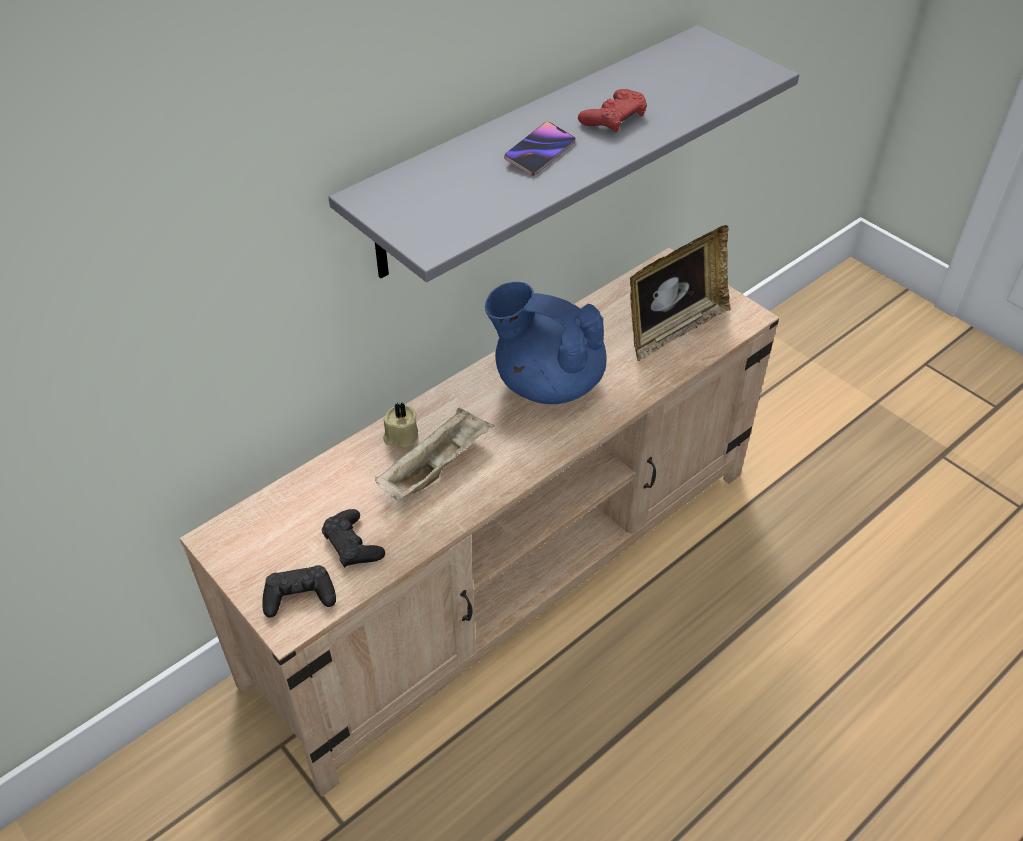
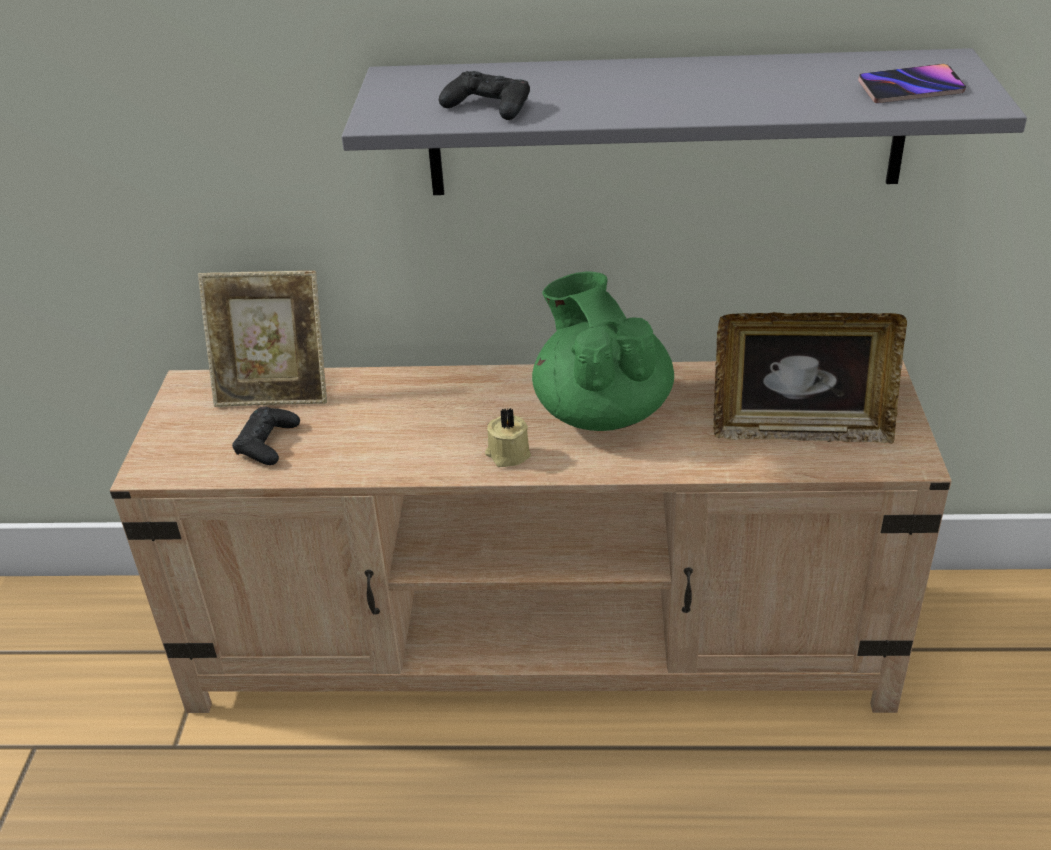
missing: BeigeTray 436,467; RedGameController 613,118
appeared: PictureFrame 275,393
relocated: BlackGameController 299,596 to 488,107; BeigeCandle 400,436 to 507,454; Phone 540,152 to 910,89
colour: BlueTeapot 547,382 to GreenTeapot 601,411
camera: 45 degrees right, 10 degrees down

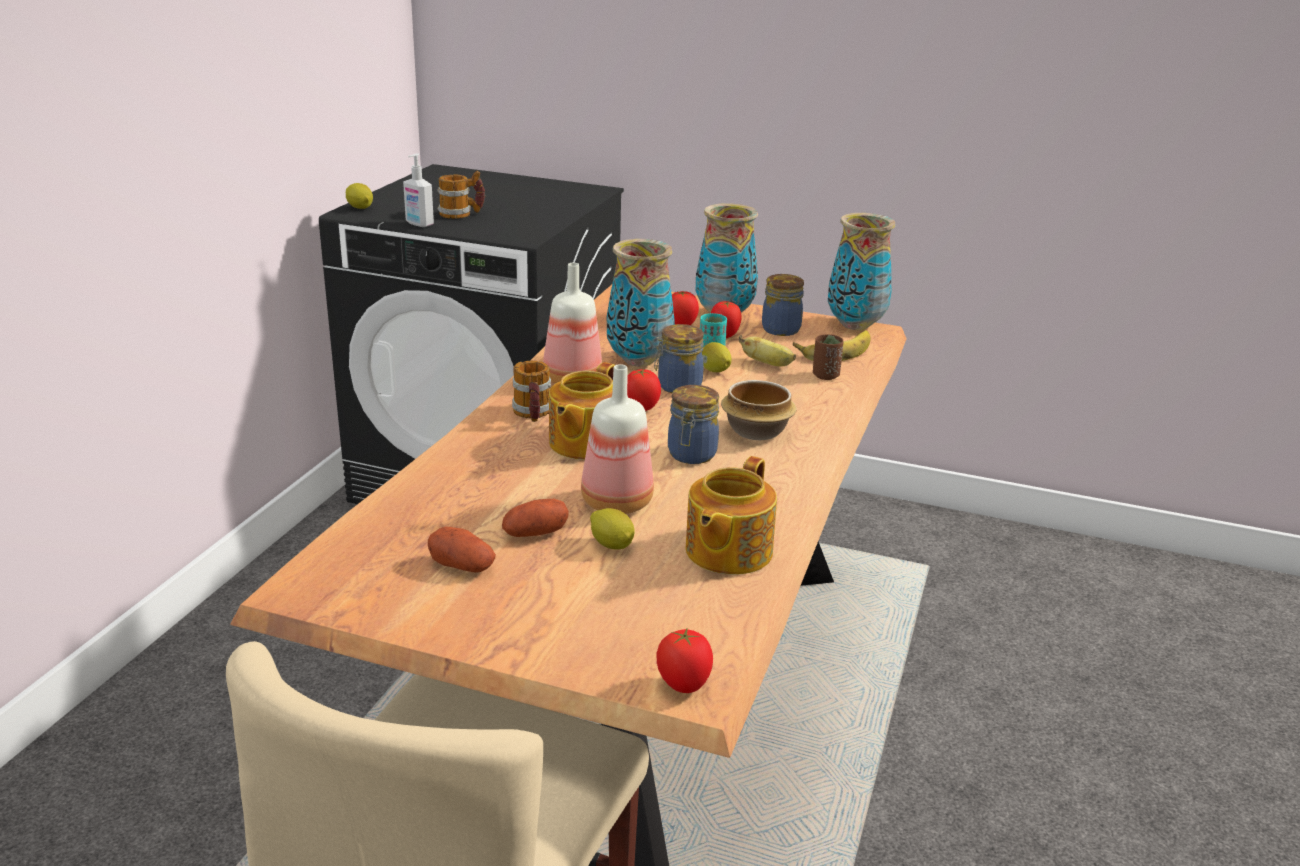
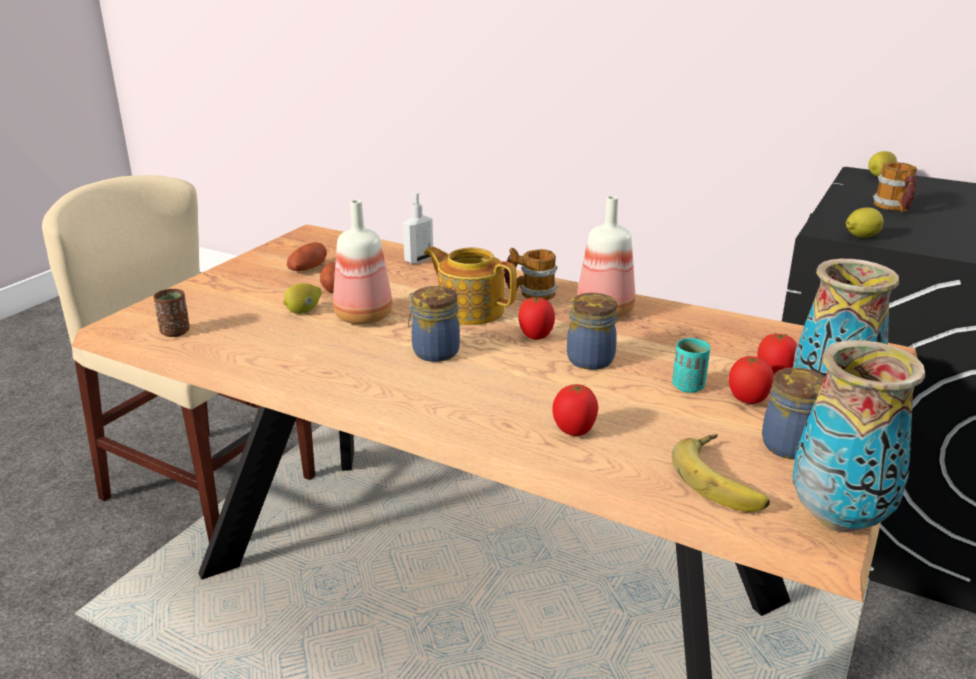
missing: Vase 638,361; Teapot 726,551; Bowl 754,431; Banana 768,364
relocated: SoapDispenser 419,224 to 418,260; Tomato 684,686 to 574,432; Lemon 715,371 to 861,237; BrownCup 825,375 to 175,332
camera: 100 degrees right, 0 degrees up

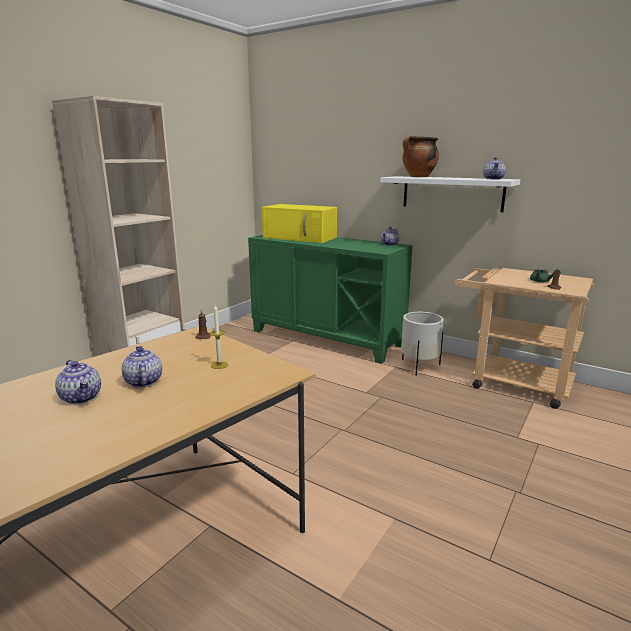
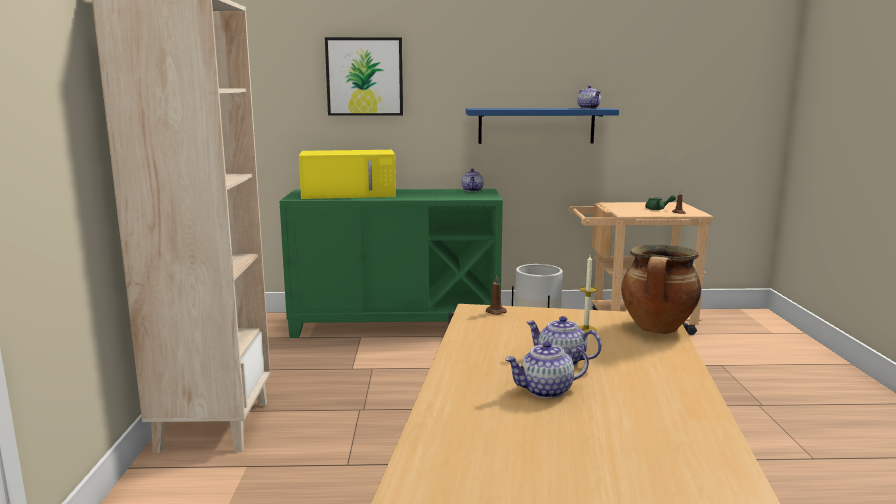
appeared: Picture 364,77
relocated: CookingPot 418,177 to 657,329
colour: WhiteShelf 452,193 to BlueShelf 536,125
spun: Teapot 82,397 = 546,391 150 degrees clockwise
camera: 35 degrees left, 5 degrees down

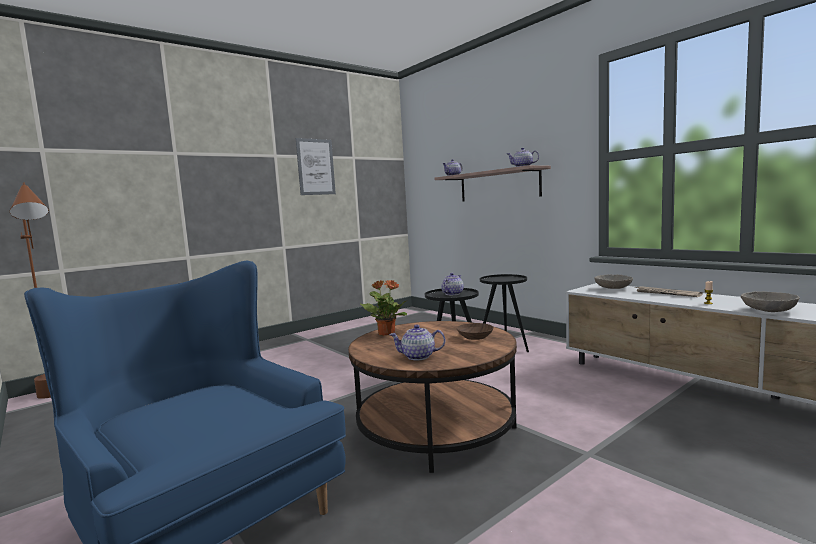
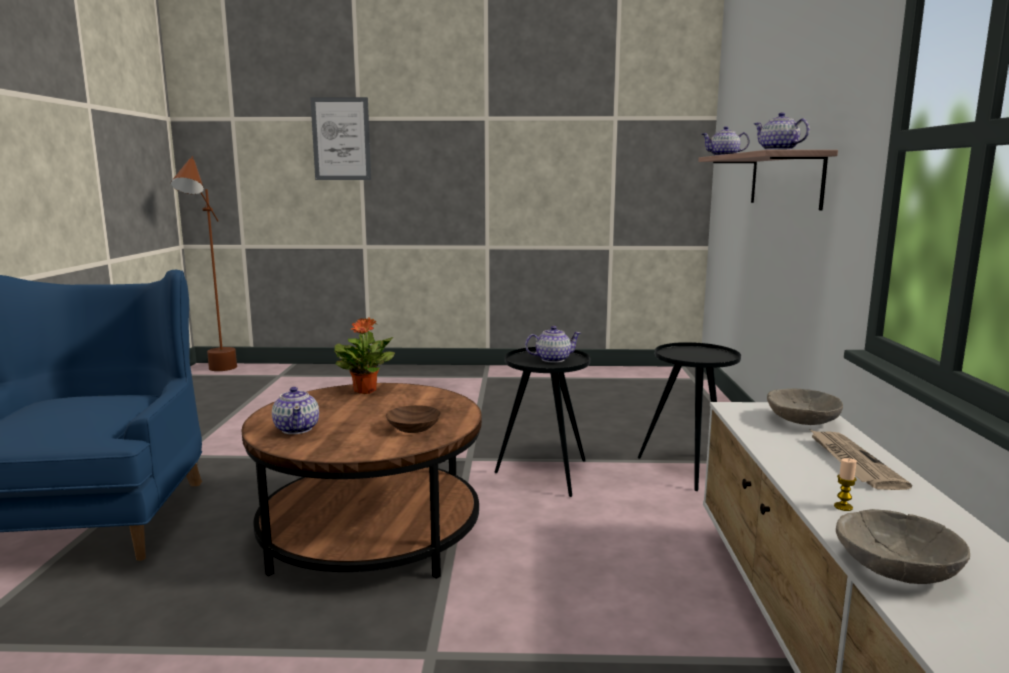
relocated: Picture 315,167 to 341,139
spun: Teapot 418,356 = 297,428 150 degrees counterclockwise
camera: 40 degrees right, 5 degrees up

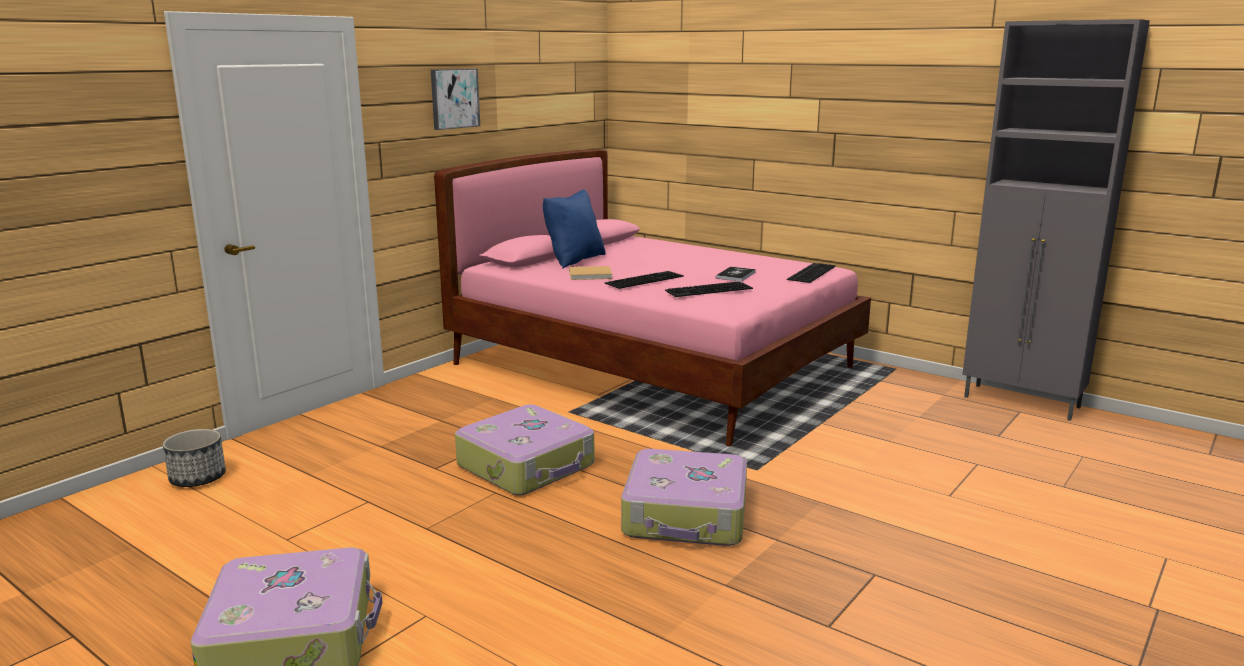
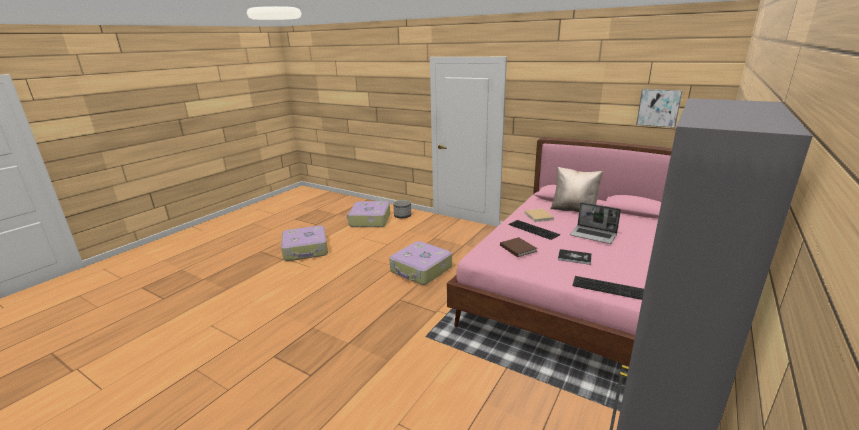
appeared: Laptop 594,235
relocated: Picture 454,98 to 658,107; Suitcase 686,515 to 369,220
exchanged: Keyboard 709,290 to BrownBook 517,248
colour: BluePillow 574,260 to BeigePillow 573,210
camera: 85 degrees right, 5 degrees up

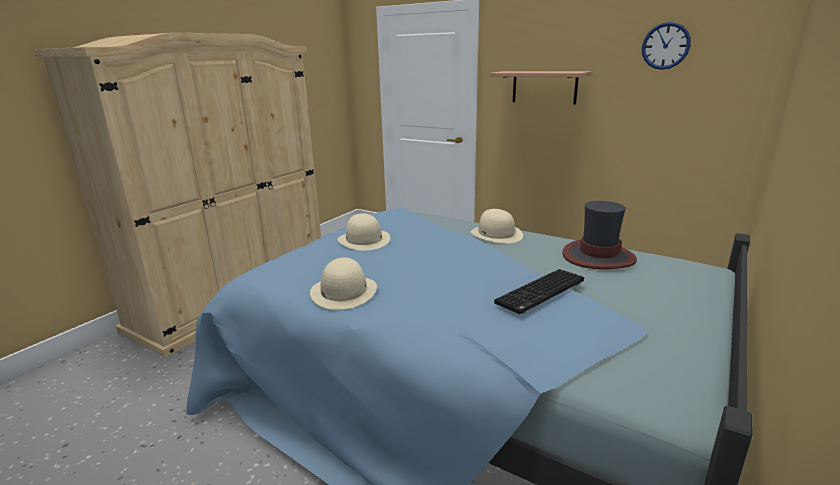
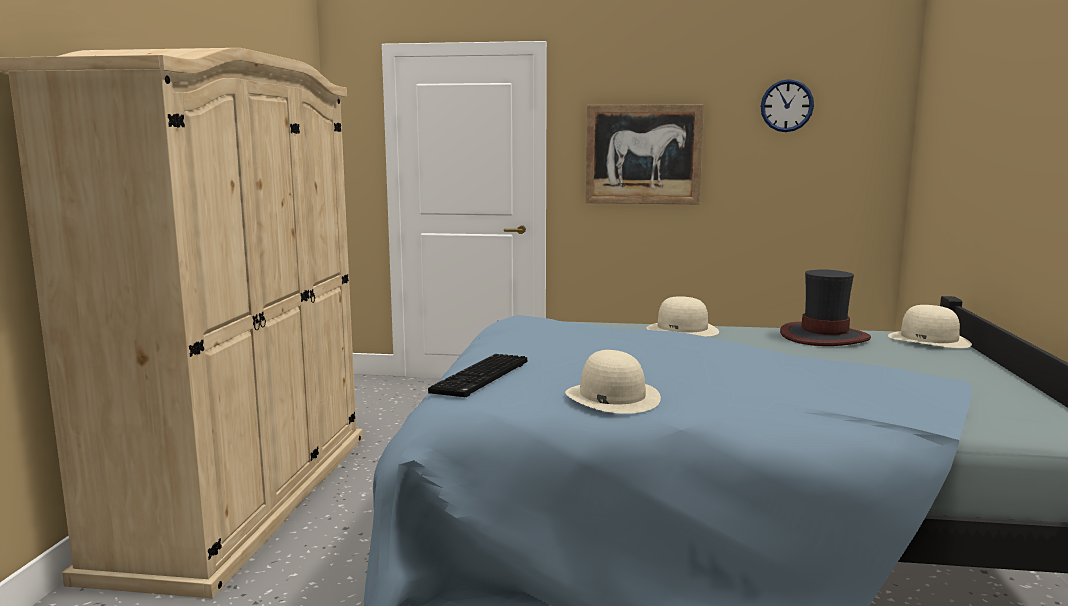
relocated: BeigeHat 364,240 to 929,340; Keyboard 541,293 to 482,378
exchanged: Shelf 544,87 to Picture 643,154
camera: 25 degrees left, 10 degrees down

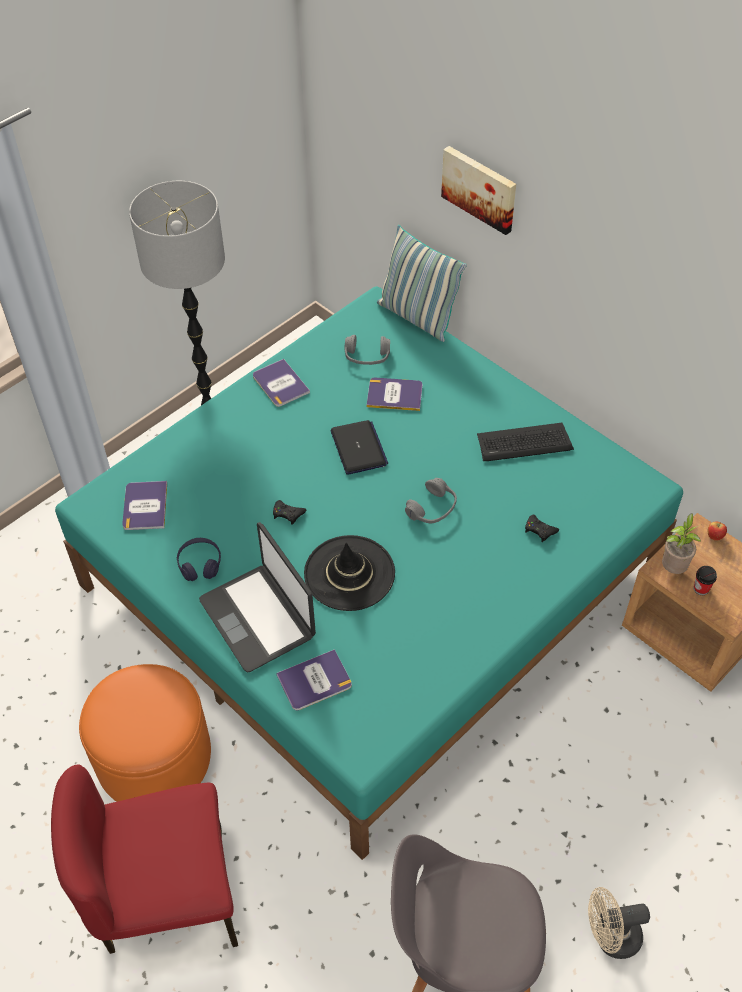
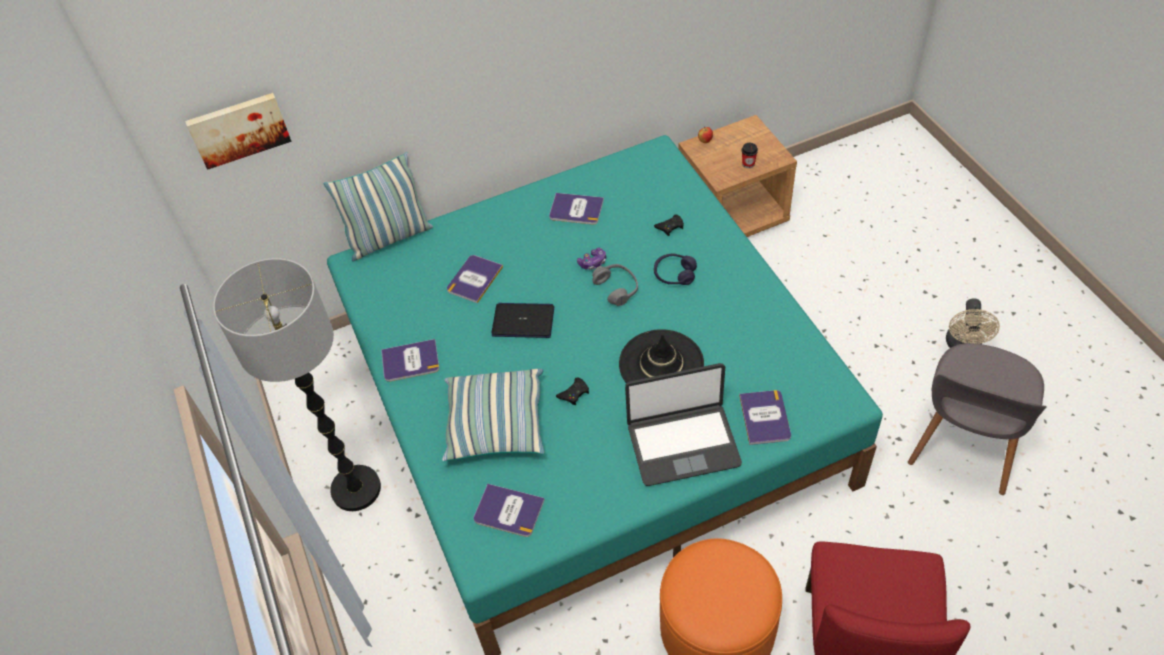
missing: GreyHeadphones 367,357; PottedPlant 673,568
appeared: Pillow 496,425; GameController 593,262
relocated: PurpleHeadphones 200,564 to 674,274; Picture 480,188 to 238,129
exchanged: Keyboard 524,443 to Book 576,209
camera: 65 degrees left, 0 degrees up

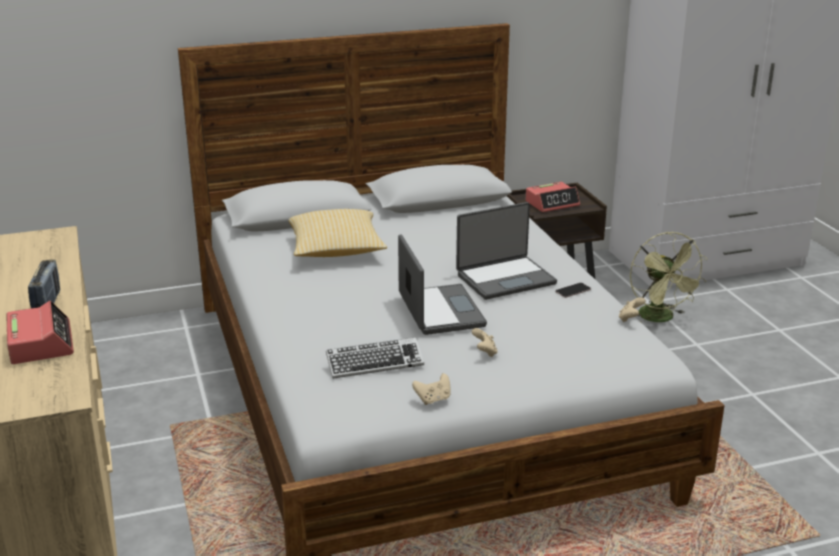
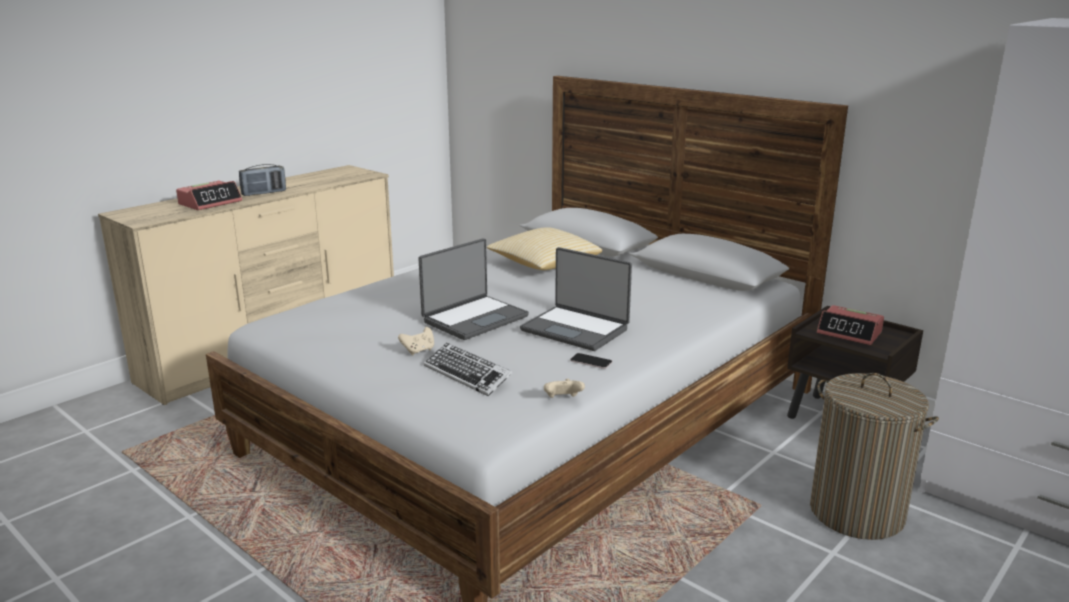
missing: BeigeGameController 433,399
relocated: Keyboard 374,363 to 467,375
exchanged: GreenFan 661,318 to LaundryBasket 857,512
camera: 60 degrees right, 5 degrees down

